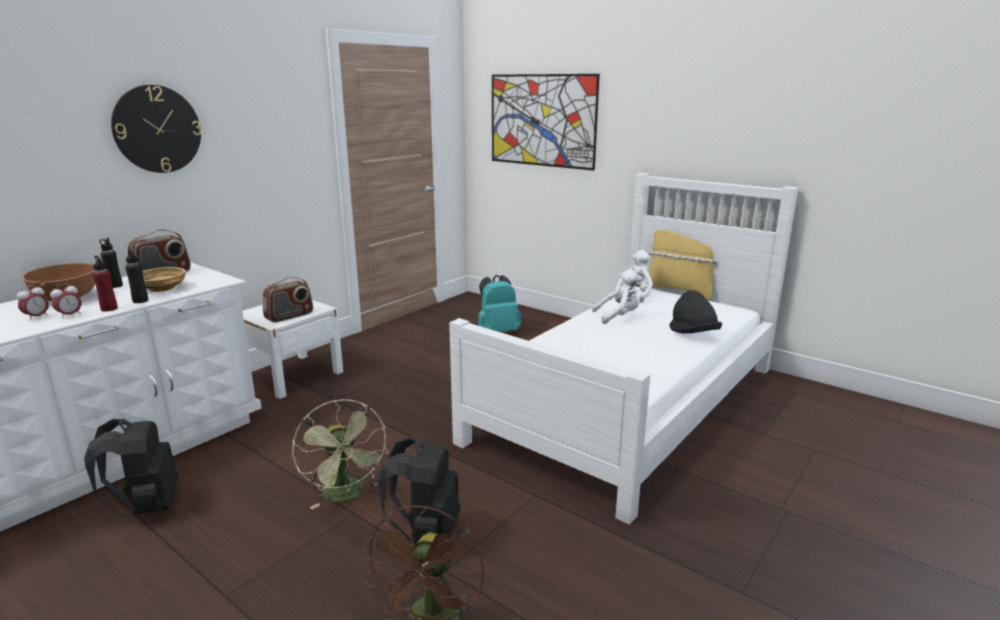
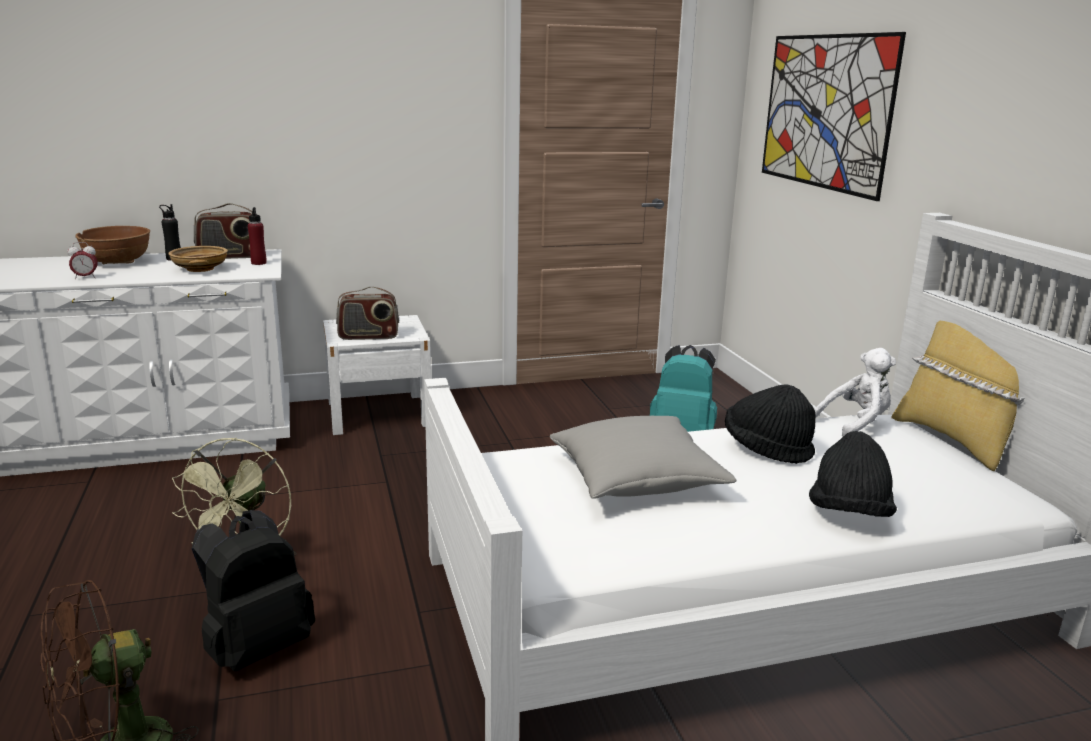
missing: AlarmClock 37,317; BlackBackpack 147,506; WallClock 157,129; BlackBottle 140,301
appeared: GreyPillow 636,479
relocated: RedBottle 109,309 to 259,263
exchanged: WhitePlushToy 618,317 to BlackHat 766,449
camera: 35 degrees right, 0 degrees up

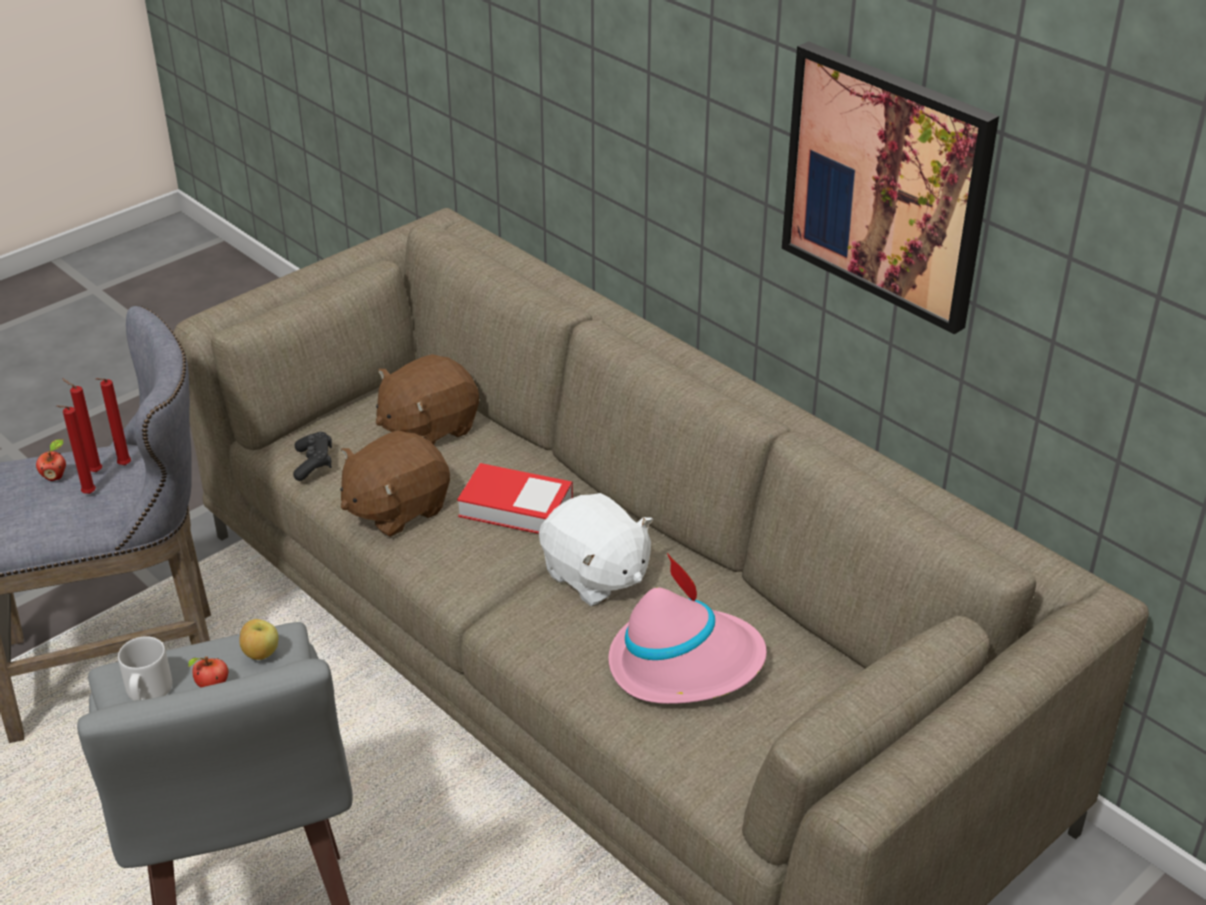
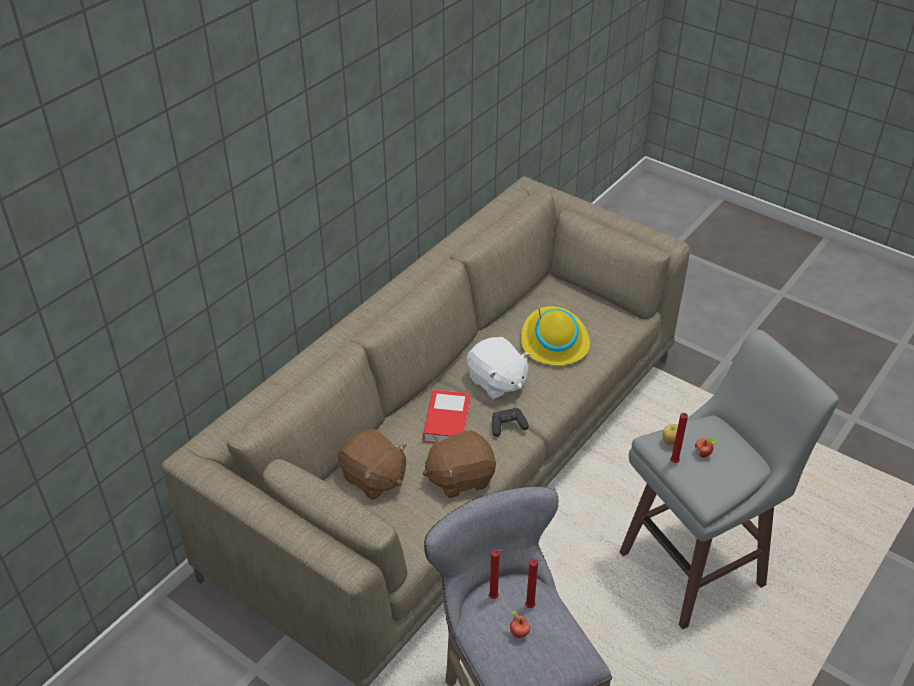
missing: GreyMug 147,692; Picture 887,184
relocated: RedCandle 93,471 to 674,463; BlackGameController 314,464 to 507,426
colour: PinkHat 685,663 to YellowHat 553,341
spun: BrownPlushToy 396,509 = 460,477 120 degrees clockwise; WhitePlushToy 595,576 = 496,382 105 degrees clockwise
camera: 100 degrees left, 5 degrees up

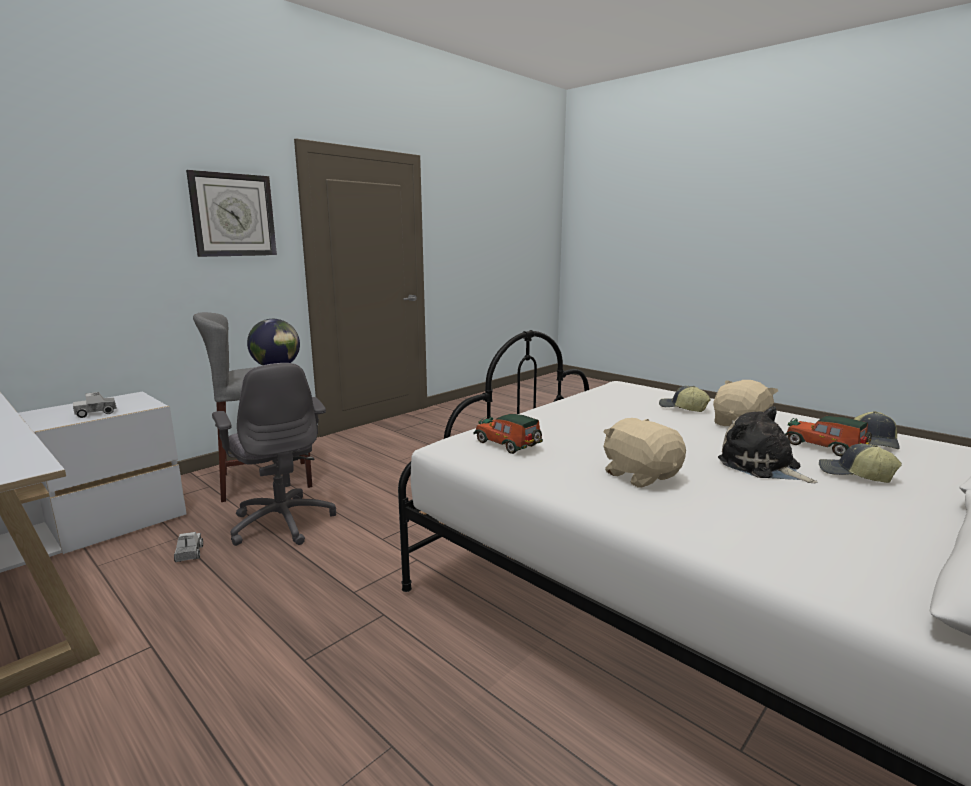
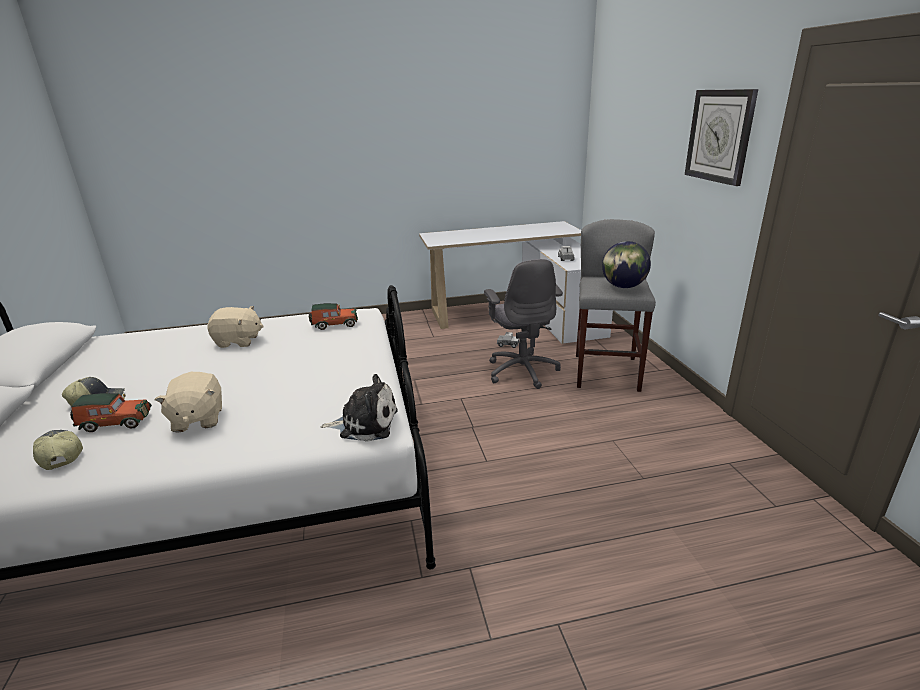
missing: Cap 682,408
relocated: PlushToy 762,466 to 365,423
spun: GreyOfficeChair 283,522 = 522,371 105 degrees counterclockwise
camera: 125 degrees right, 10 degrees up

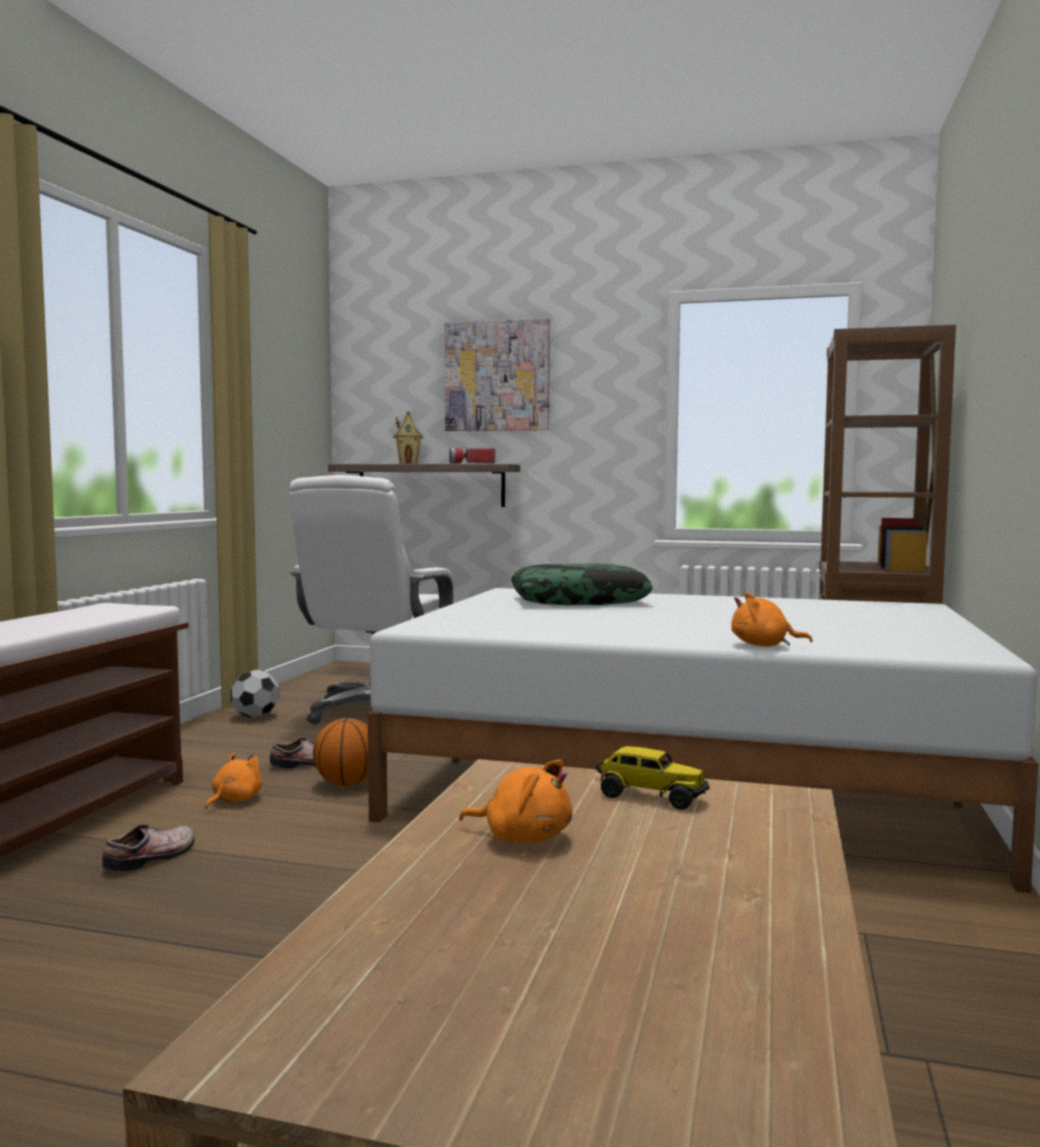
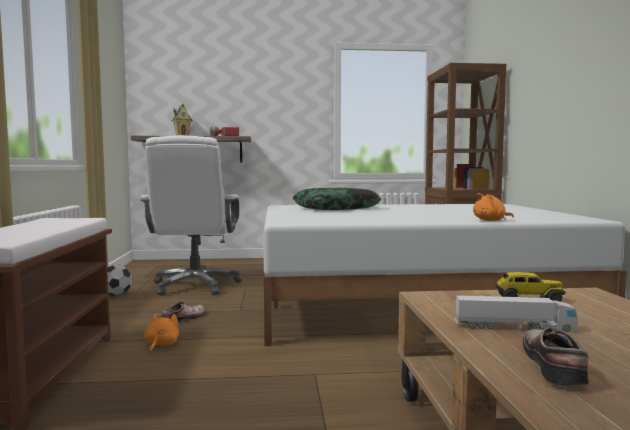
missing: Basketball 346,784; Picture 497,376
relocated: Shoe 153,858 to 557,366
exchanged: OrangePlushToy 523,837 to ToyTruck 513,327
camera: 20 degrees left, 0 degrees up

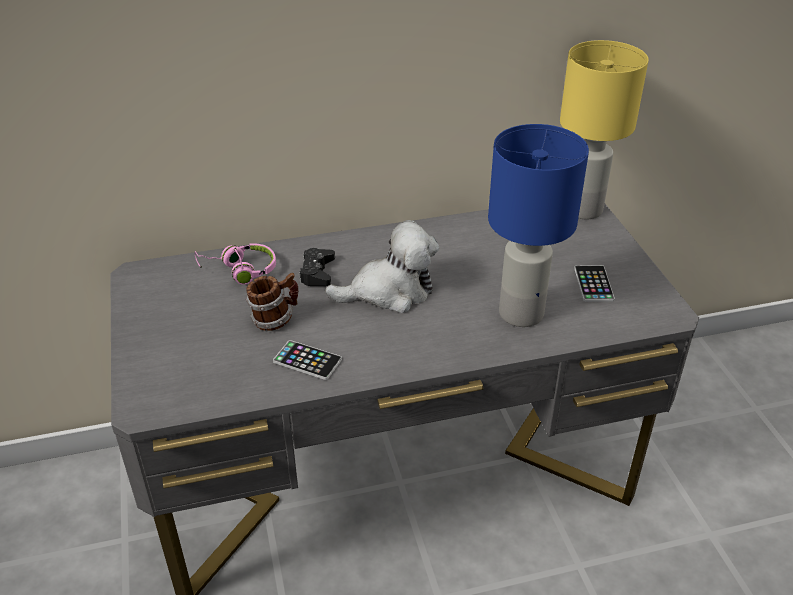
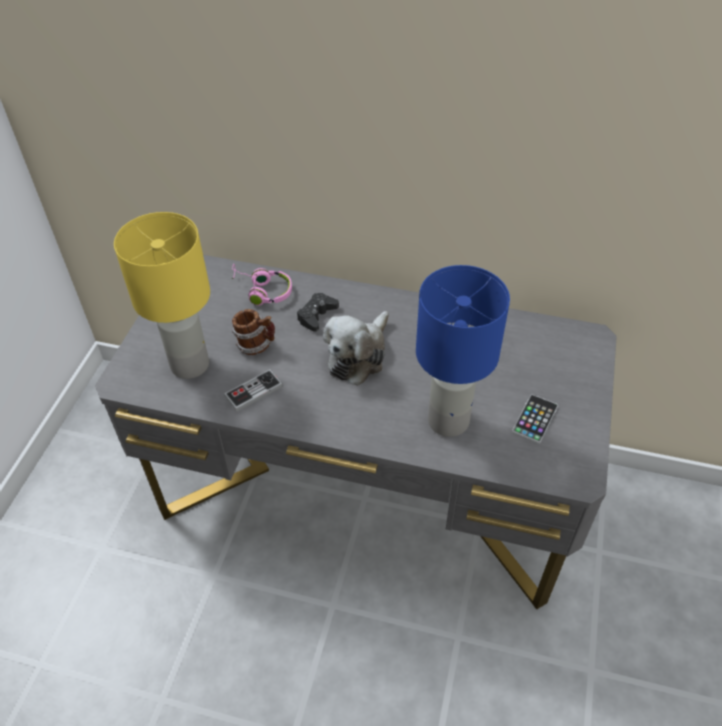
relocated: YellowTableLamp 582,210 to 188,365
exchanged: Phone 307,361 to GameController 253,391
spun: PlushToy 389,292 = 358,356 105 degrees clockwise
camera: 30 degrees right, 10 degrees up

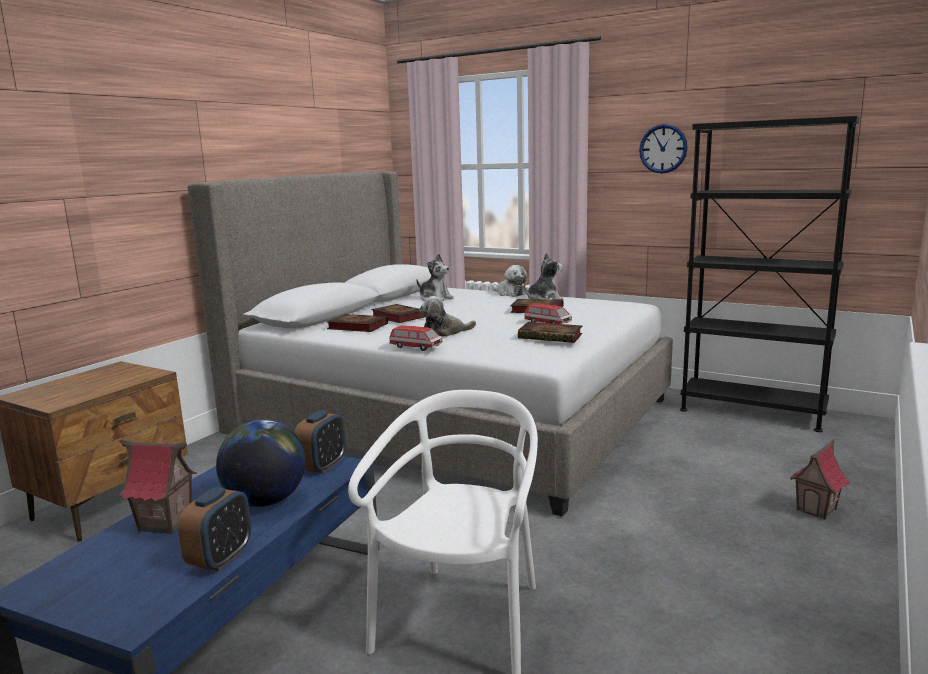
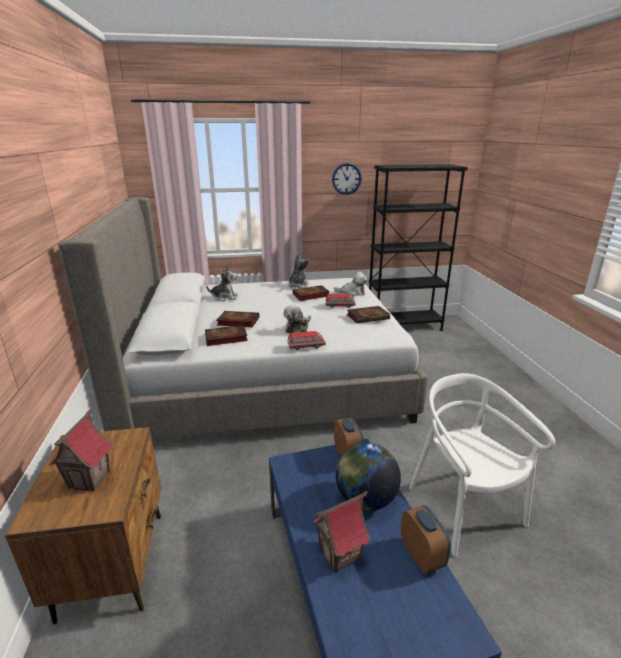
relocated: PlushToy 509,293 to 352,293; ToyHouse 816,509 to 90,479
camera: 40 degrees left, 10 degrees up

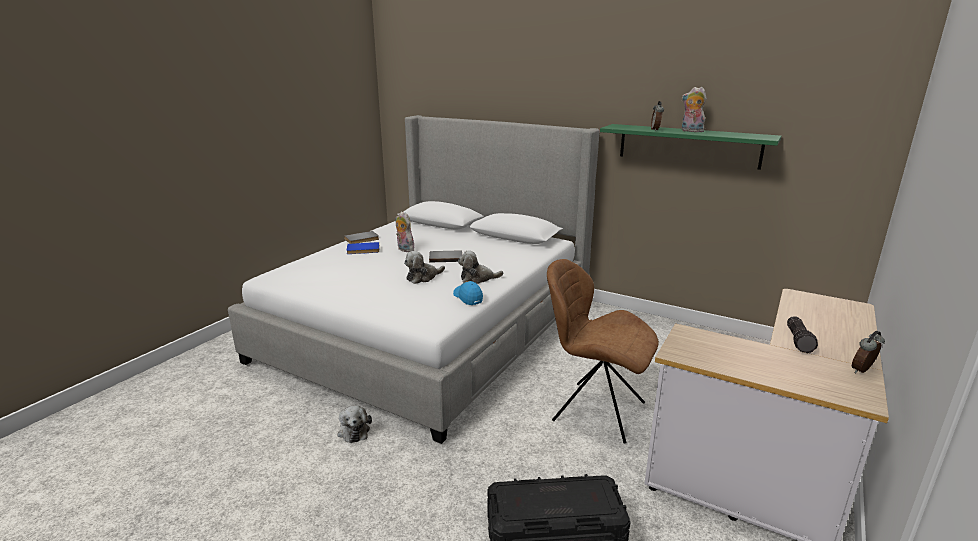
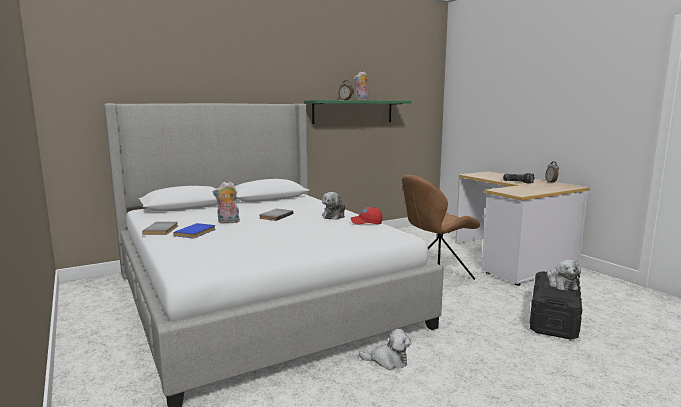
relocated: PlushToy 423,277 to 561,284
colour: BlueCap 468,297 to RedCap 366,222
camera: 60 degrees left, 10 degrees down

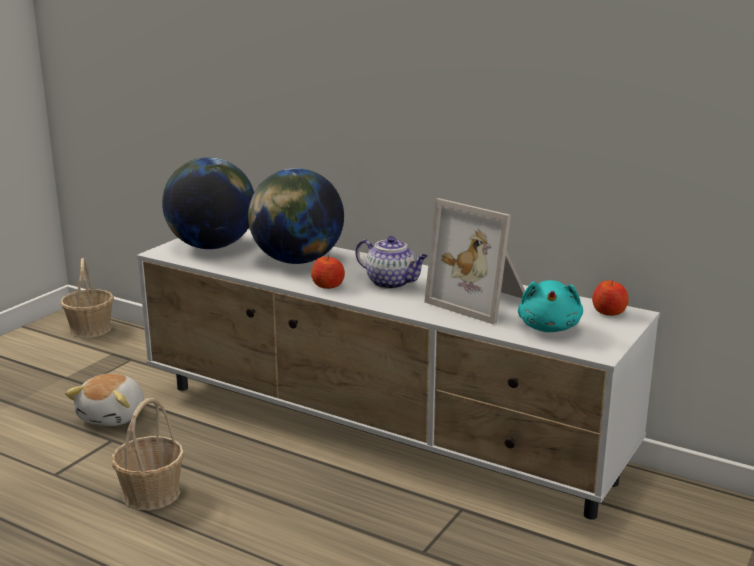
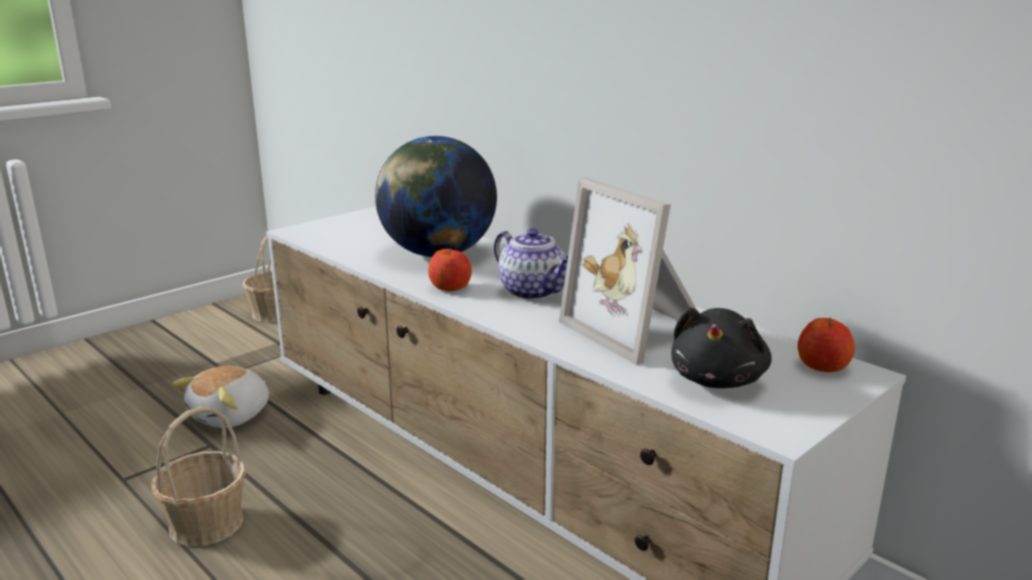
missing: Globe 211,246
colour: TurquoisePlushToy 549,327 to BlackPlushToy 718,379
camera: 15 degrees right, 0 degrees up

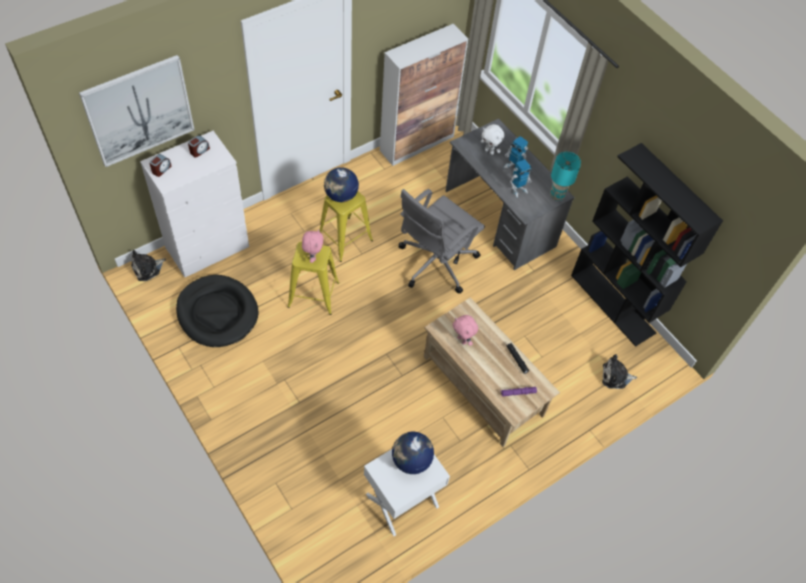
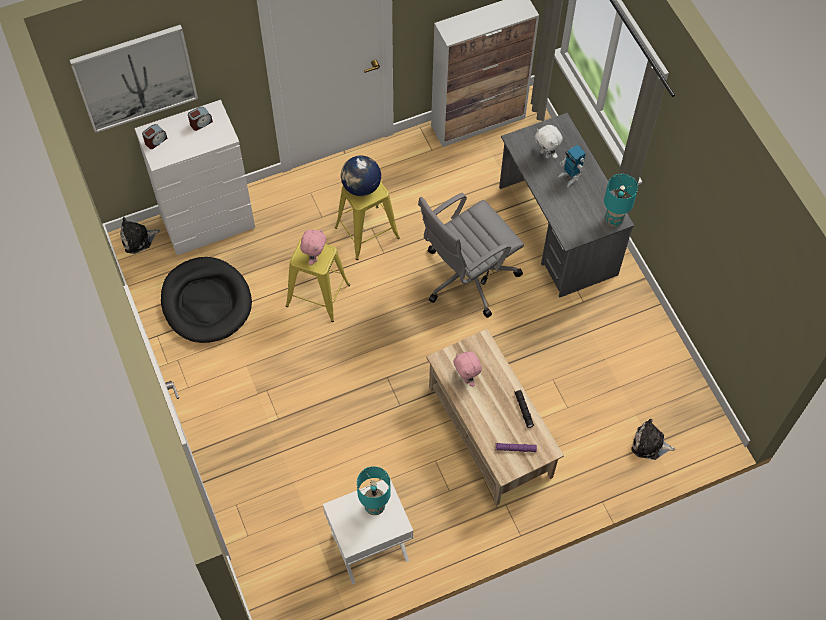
missing: ToyRobot 518,190; BlackBookcase 613,304
exchanged: Globe 411,460 to TurquoiseTableLamp 374,506
camera: 15 degrees right, 5 degrees up

